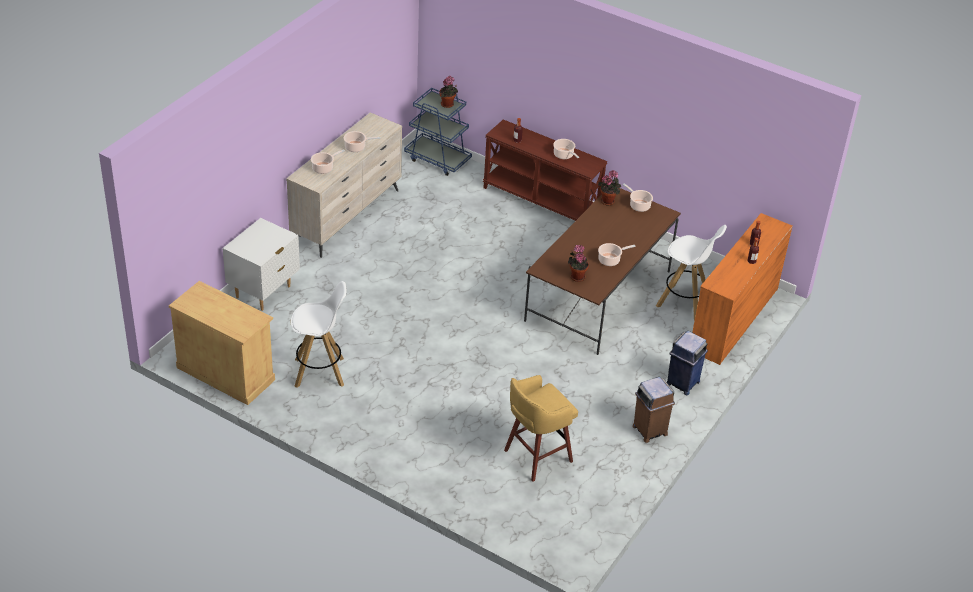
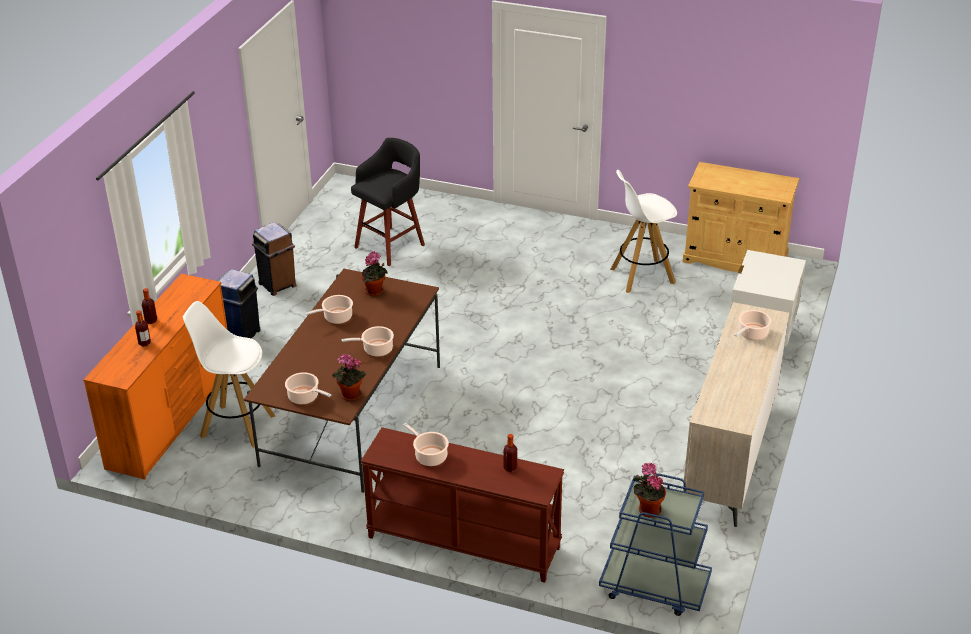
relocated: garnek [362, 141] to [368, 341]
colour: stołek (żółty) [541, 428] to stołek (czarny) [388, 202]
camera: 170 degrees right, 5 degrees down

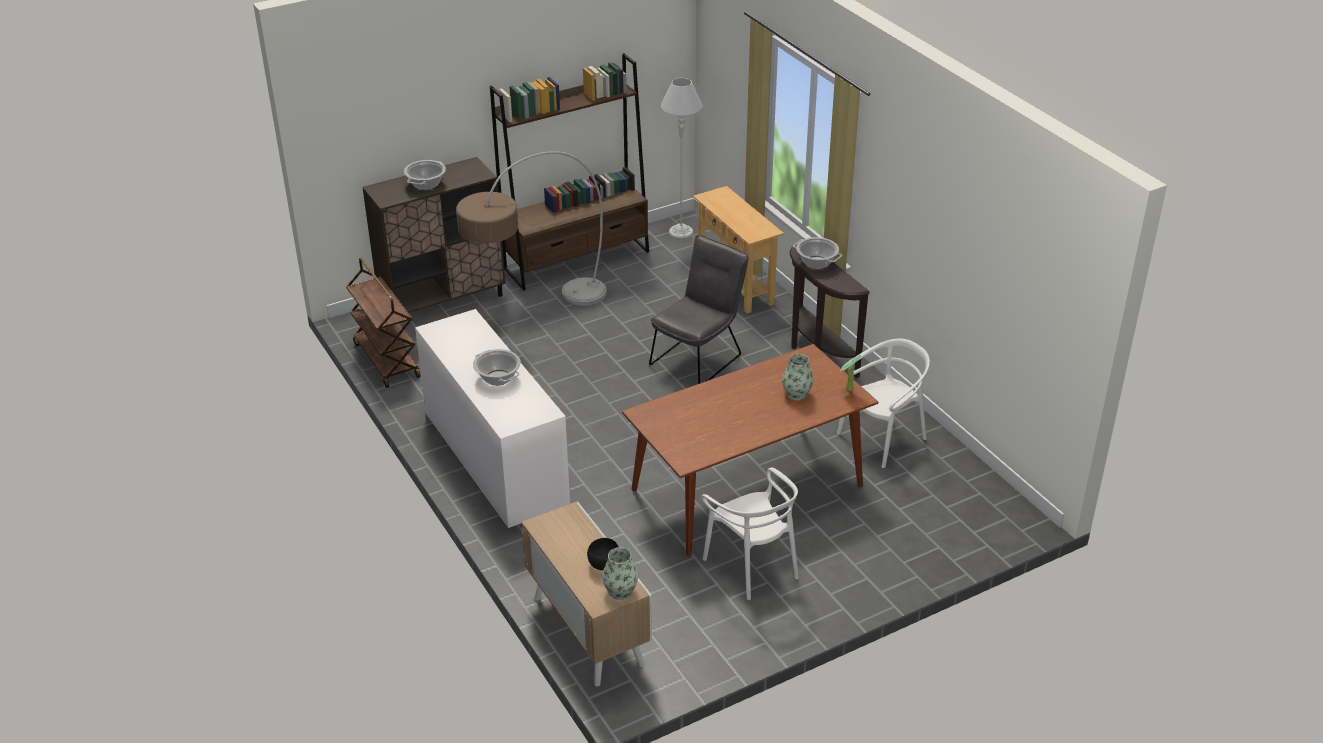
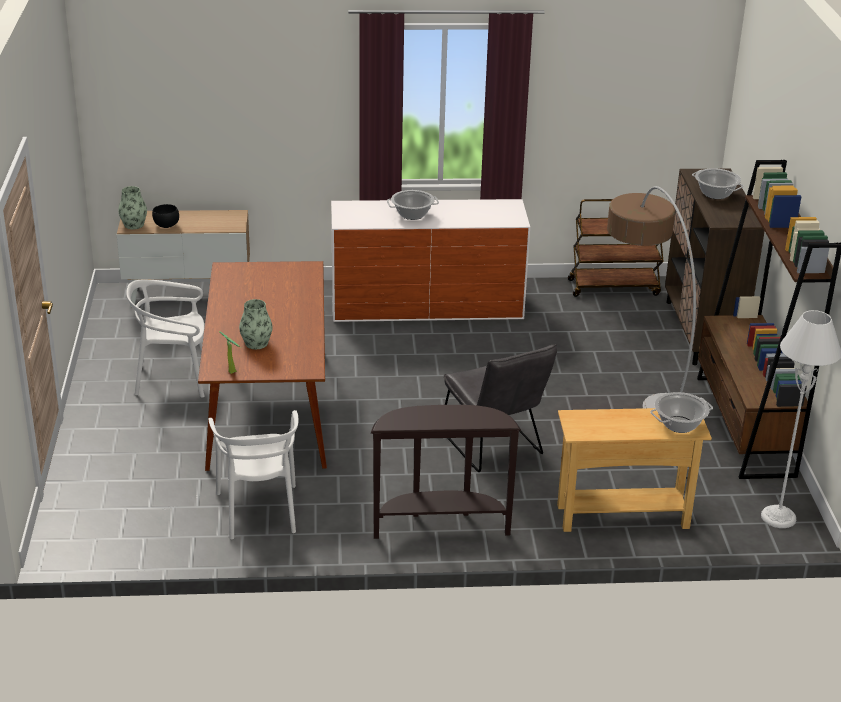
relocated: garnek [817, 253] to [681, 412]
camera: 115 degrees right, 5 degrees down

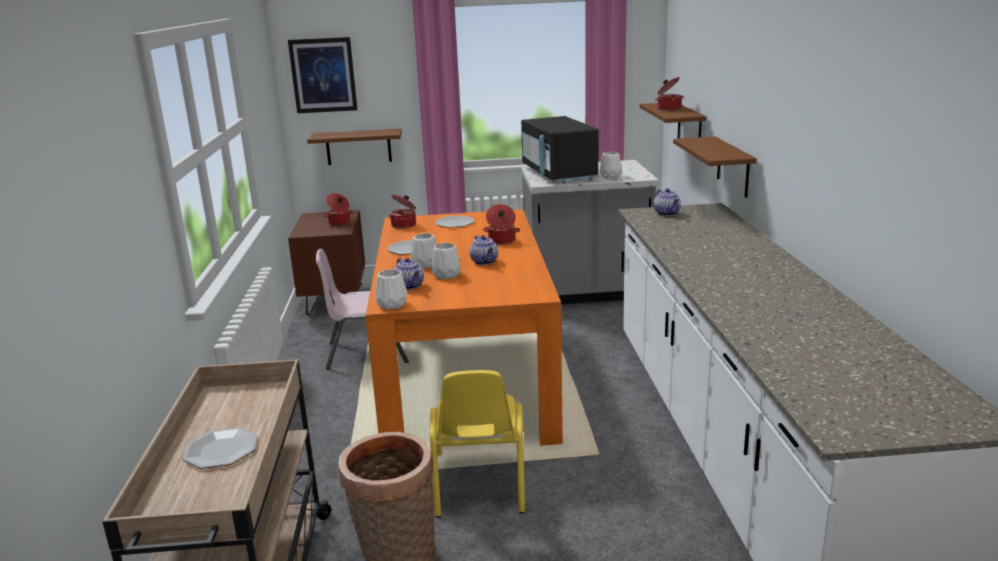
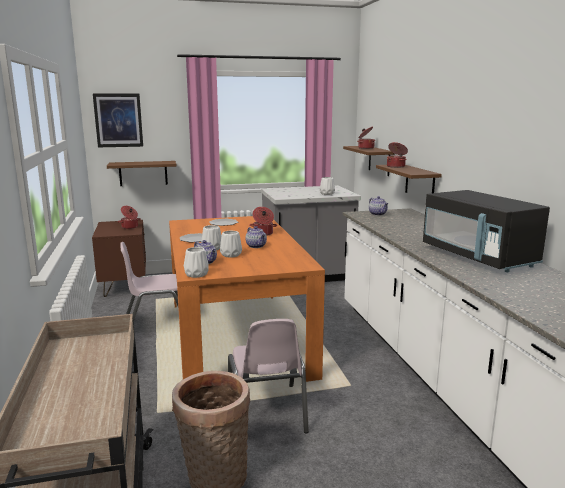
missing: talerz [220, 448]
relocated: garnek [402, 211] to [397, 155]; mikrofalówka (czarny) [560, 150] to [486, 231]
colour: krzesło (żółty) [477, 444] to krzesło (różowy) [268, 376]
camera: 10 degrees left, 5 degrees down

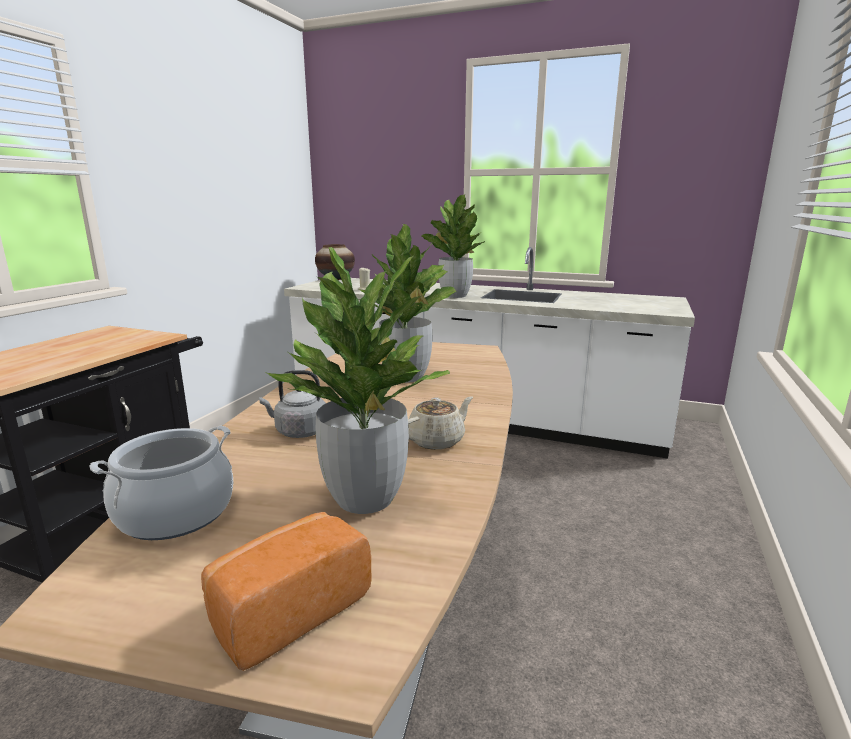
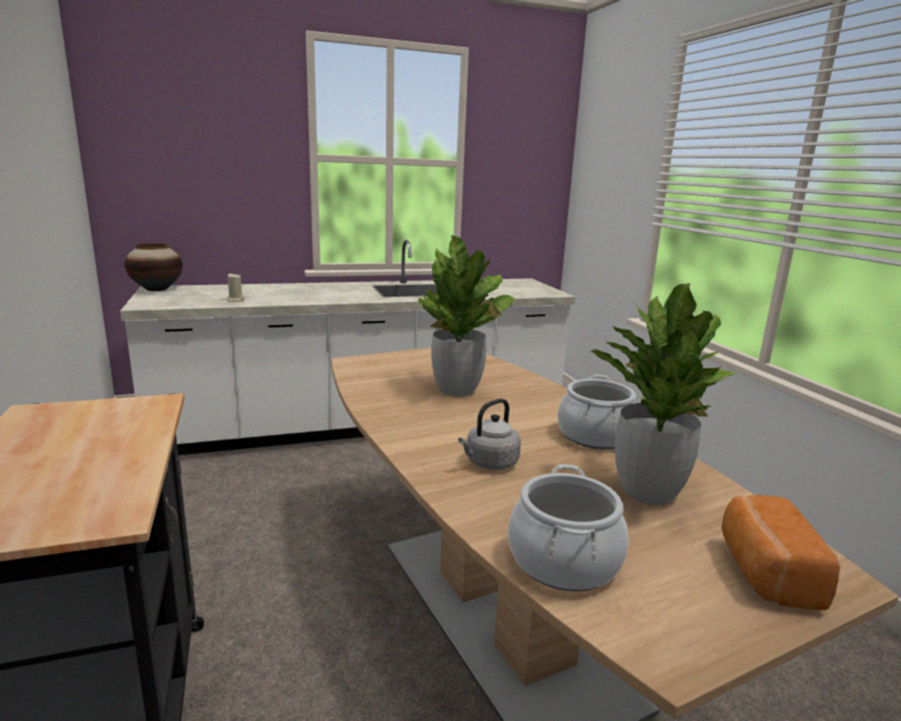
missing: roślina doniczkowa [453, 246]
exchanged: imbryk (beżowy) [440, 423] to garnek [597, 412]
camera: 40 degrees left, 0 degrees up

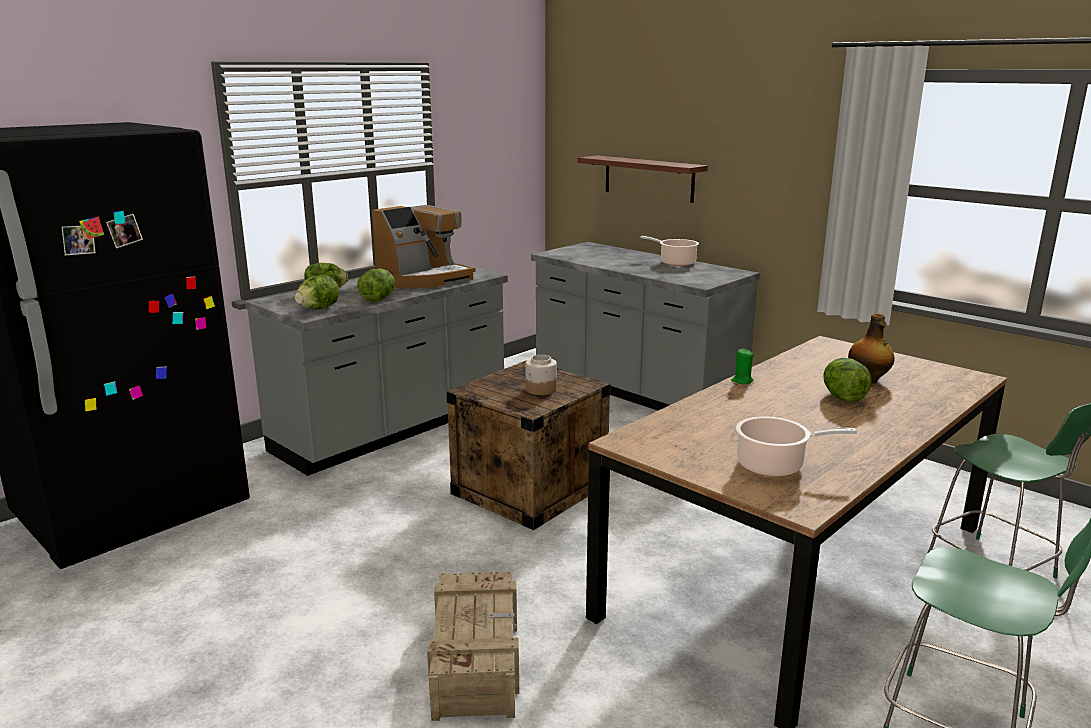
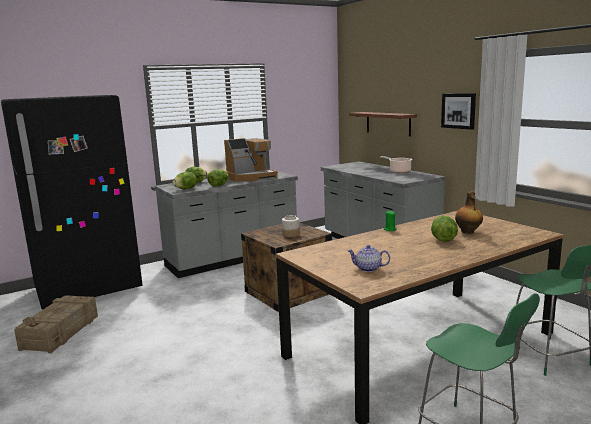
appeared: obraz [458, 111]
relocated: skrzynka [473, 646] to [56, 324]
exchanged: garnek [796, 446] to imbryk [368, 258]
camera: 15 degrees right, 5 degrees down

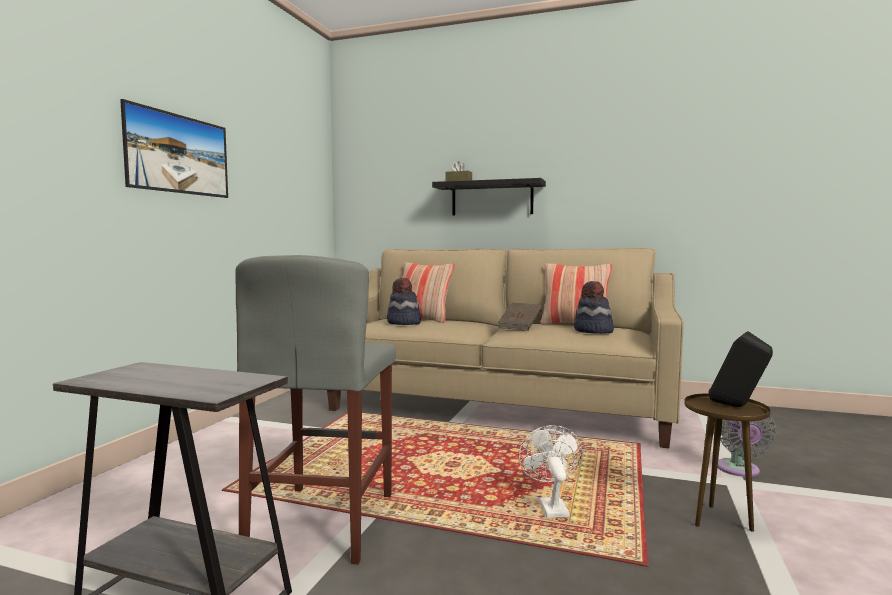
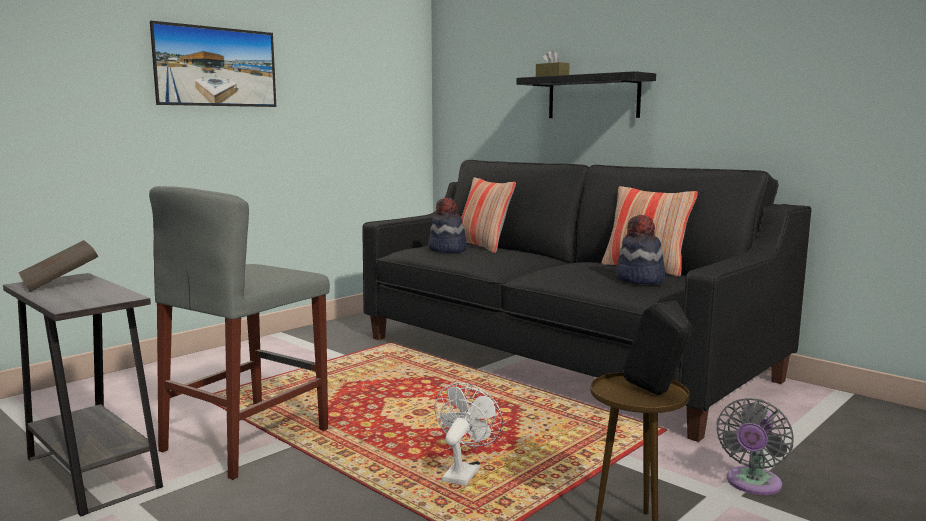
relocated: książka (brązowy) [520, 316] to [59, 266]
colour: kanapa (beżowy) [505, 348] to kanapa (czarny) [586, 301]
camera: 25 degrees right, 5 degrees up

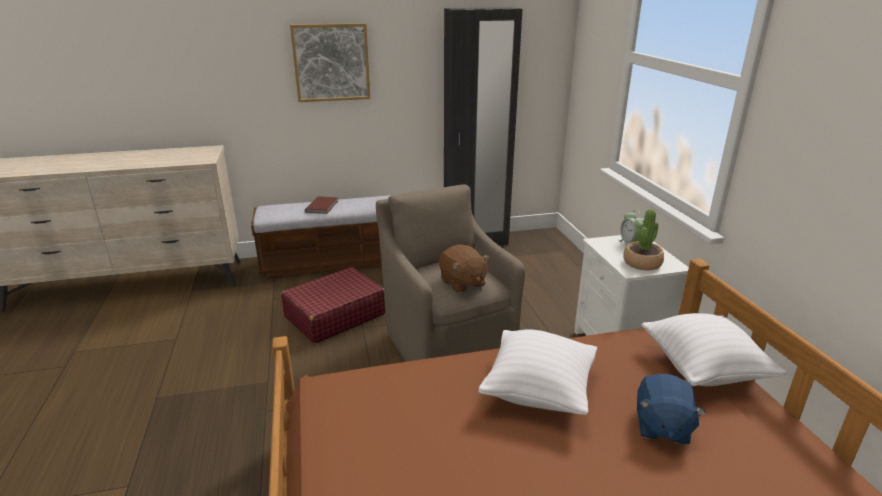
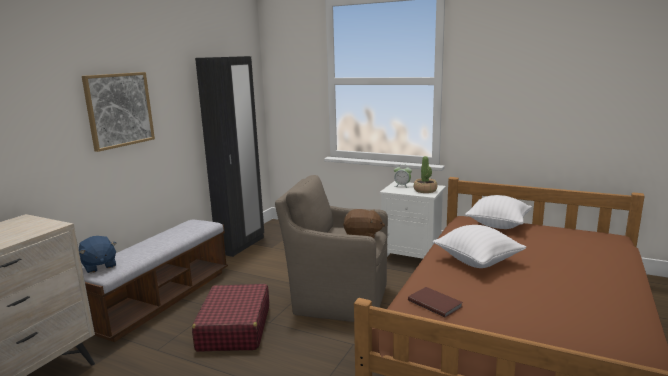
relocated: książka (brązowy) [321, 205] to [435, 302]; pluszak (niebieski) [671, 409] to [97, 254]
camera: 50 degrees left, 10 degrees down

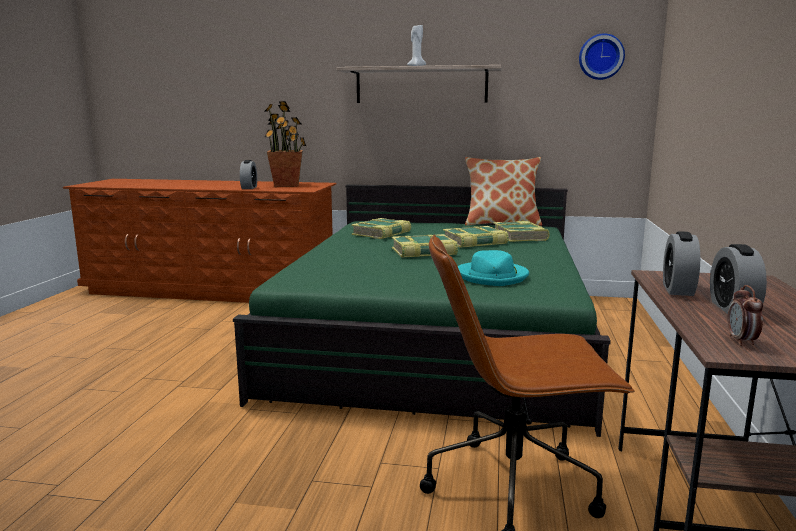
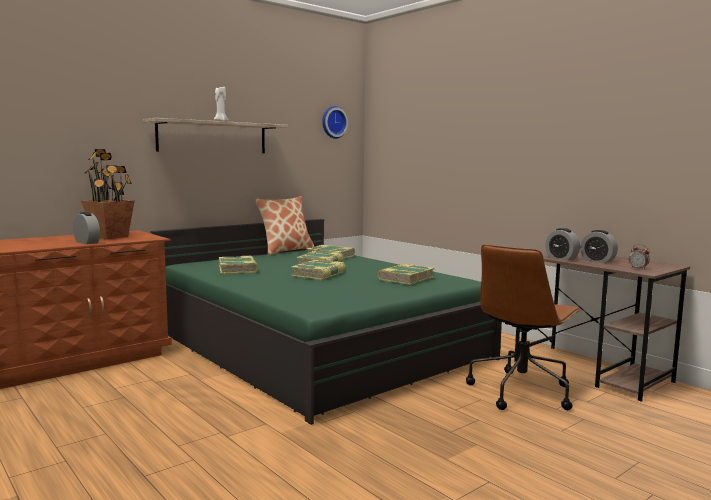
exchanged: kapelusz (turkusowy) [493, 268] to książka [406, 274]
camera: 50 degrees left, 5 degrees down

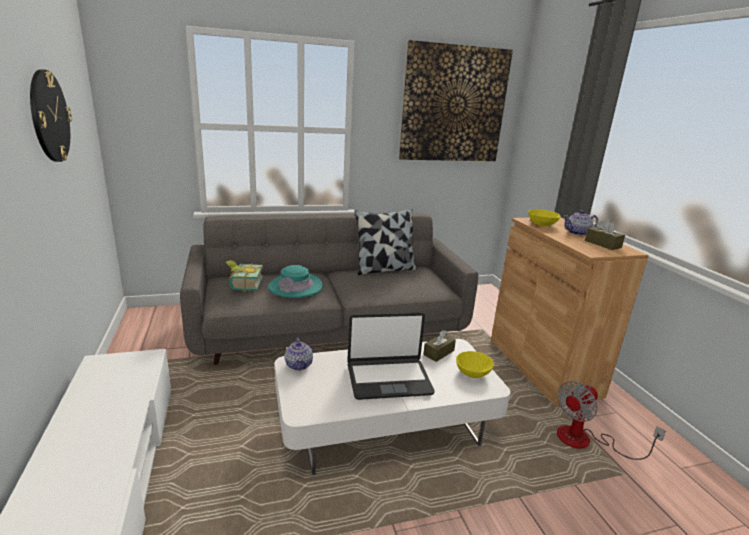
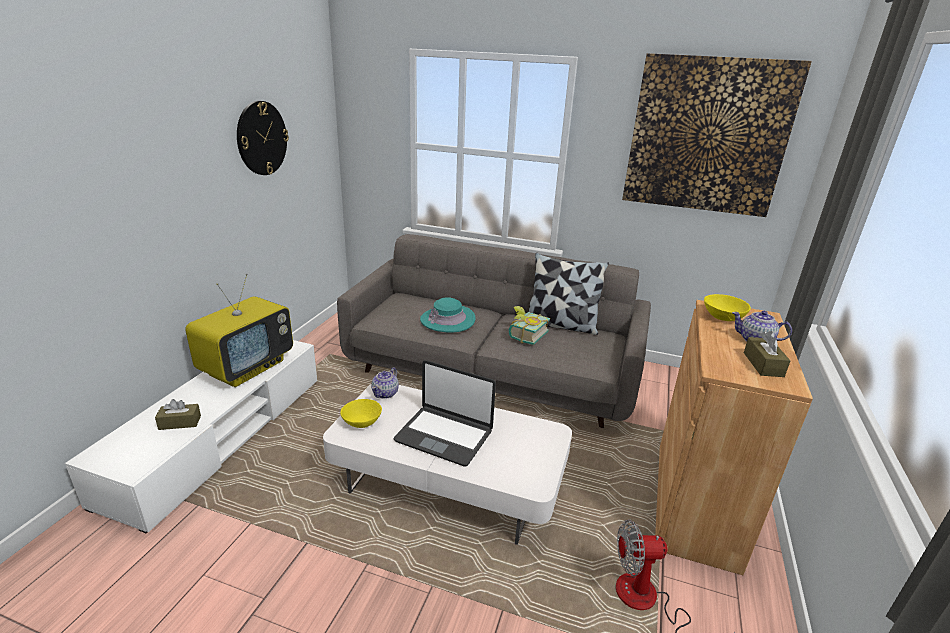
appeared: telewizor [239, 330]
relocated: książka [244, 276] to [529, 325]; pudełko chusteczek (brązowy) [439, 346] to [178, 414]; miska (żółty) [475, 364] to [361, 413]
camera: 35 degrees right, 5 degrees up

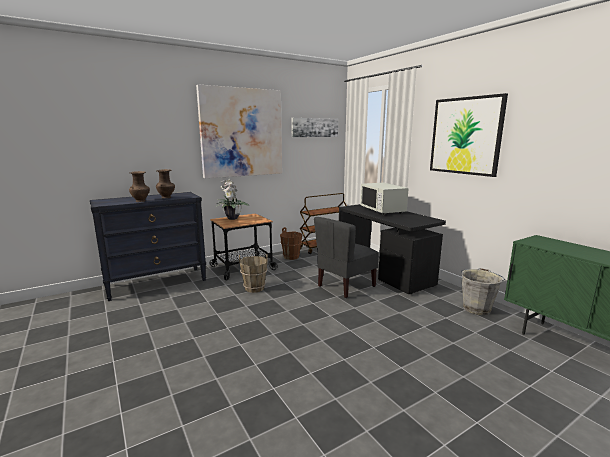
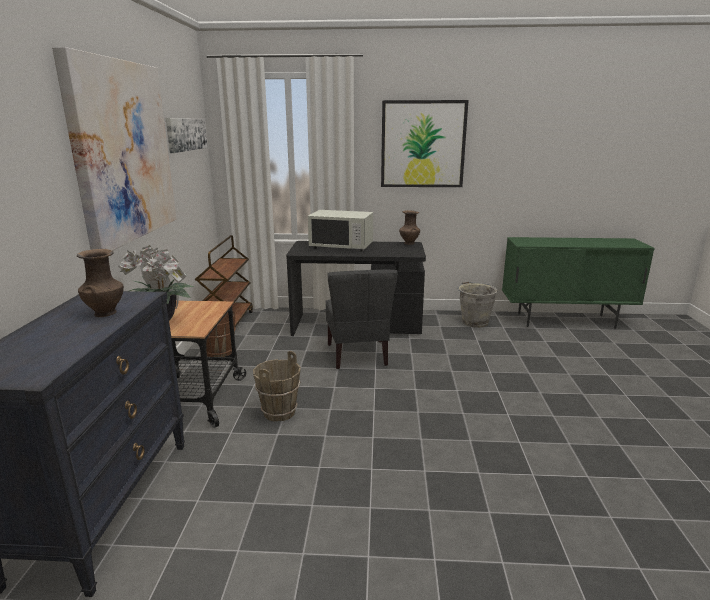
relocated: wazon (brązowy) [139, 186] to [409, 227]
camera: 55 degrees left, 5 degrees up

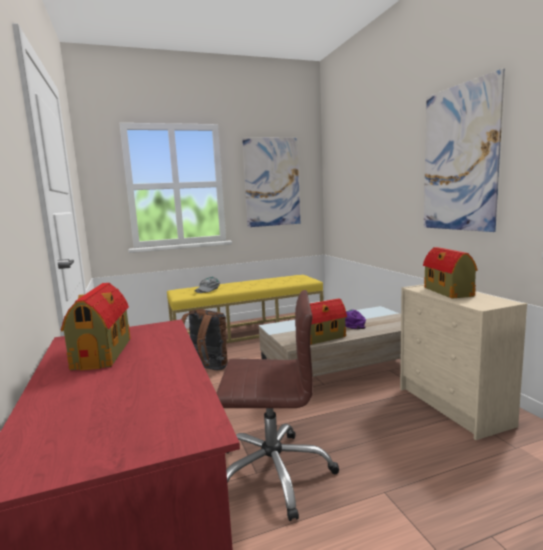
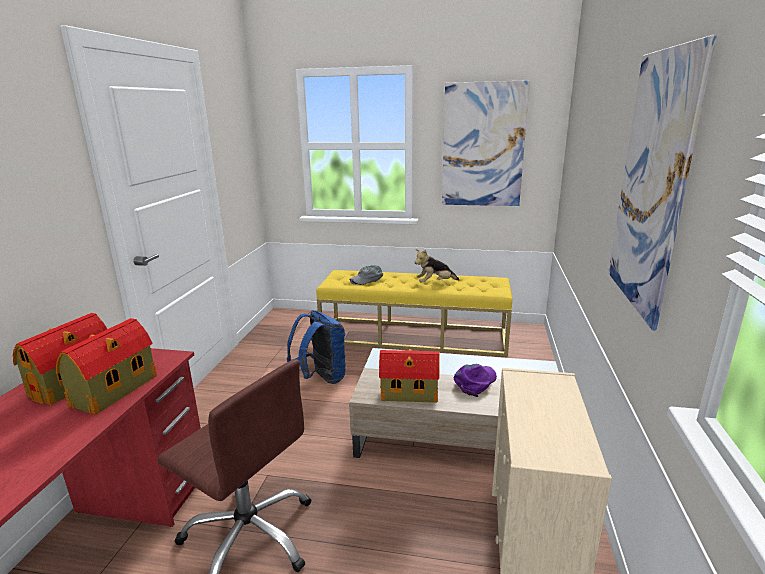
appeared: pluszak [437, 265]
relocated: domek [450, 273] to [106, 366]
colour: plecak (brązowy) [204, 339] to plecak (niebieski) [316, 347]
camera: 30 degrees right, 10 degrees up

